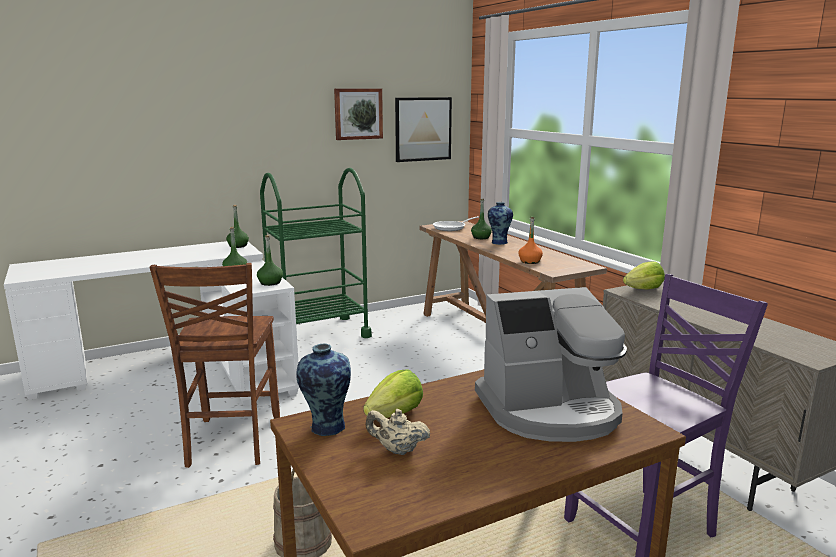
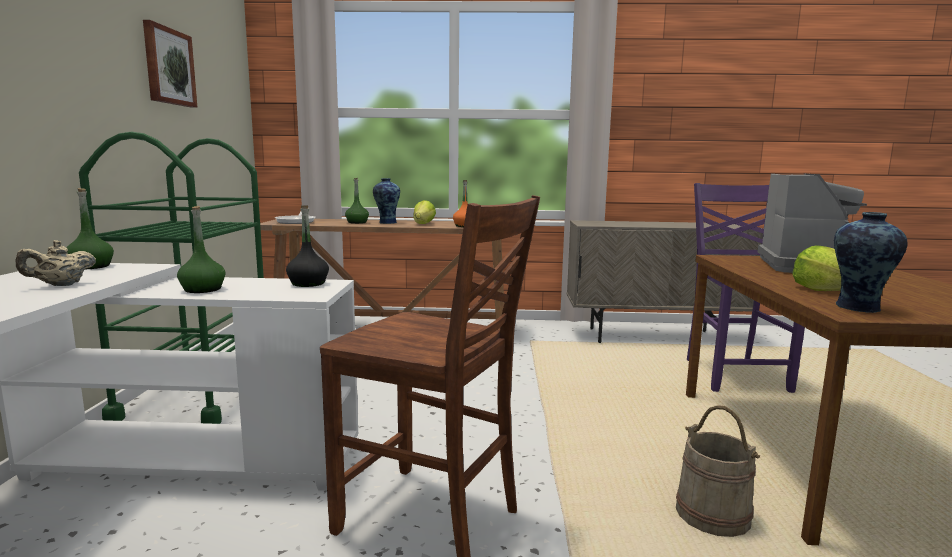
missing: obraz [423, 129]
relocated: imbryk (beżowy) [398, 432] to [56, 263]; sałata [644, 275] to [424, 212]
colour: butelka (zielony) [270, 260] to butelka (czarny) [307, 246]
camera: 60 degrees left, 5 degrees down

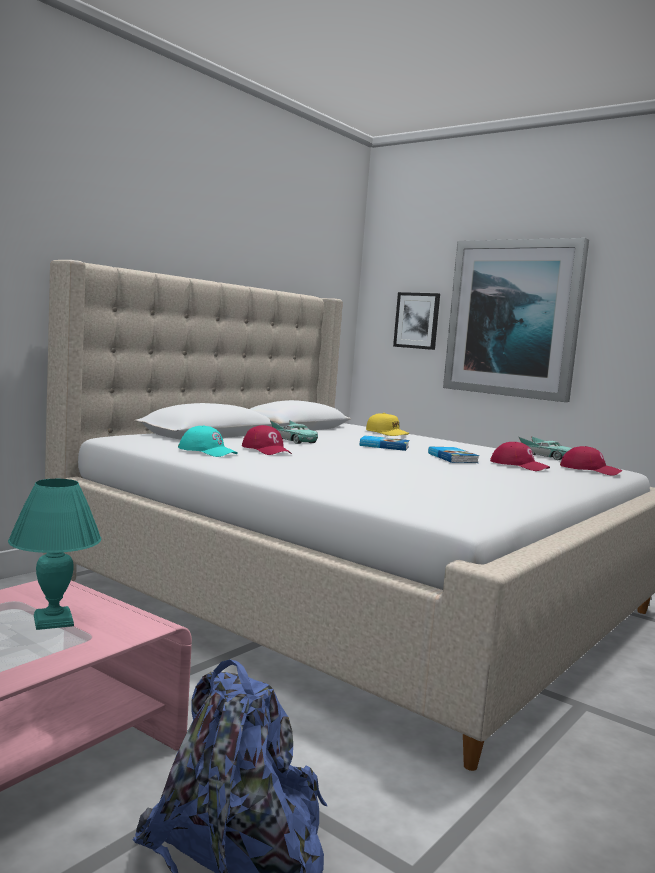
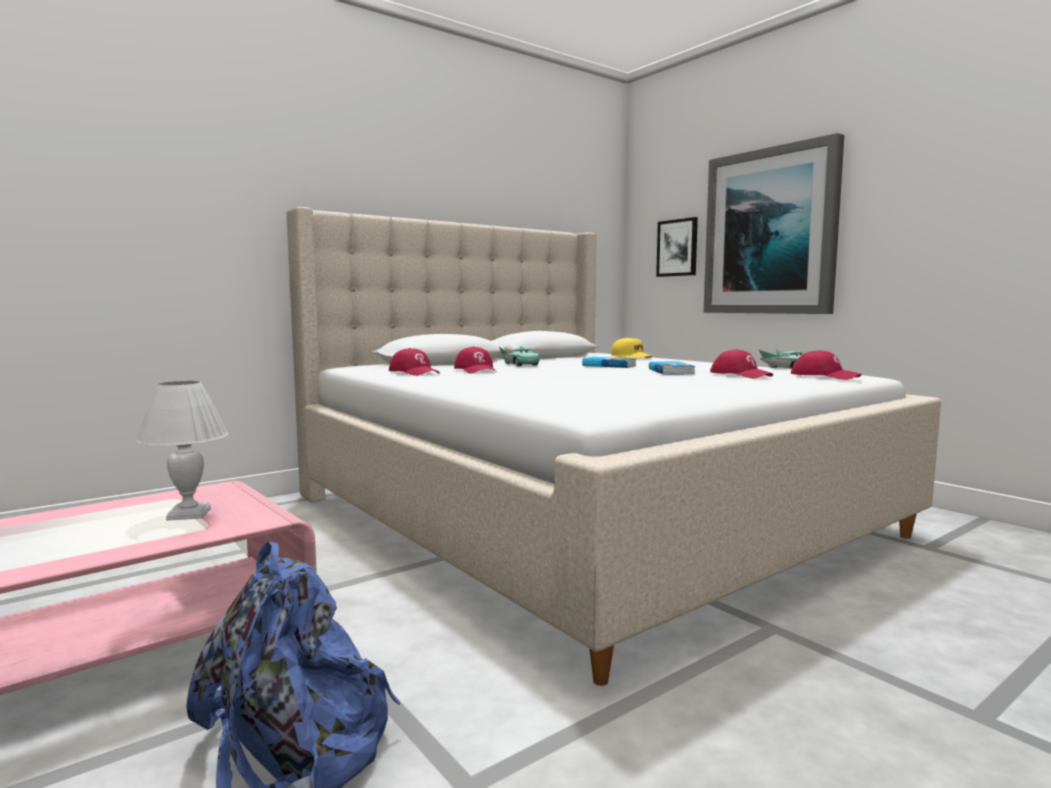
colour: lampa stołowa (turkusowy) [54, 554] to lampa stołowa (biały) [182, 451]; czapka z daszkiem (turkusowy) [208, 441] to czapka z daszkiem (czerwony) [414, 362]
camera: 15 degrees right, 0 degrees up

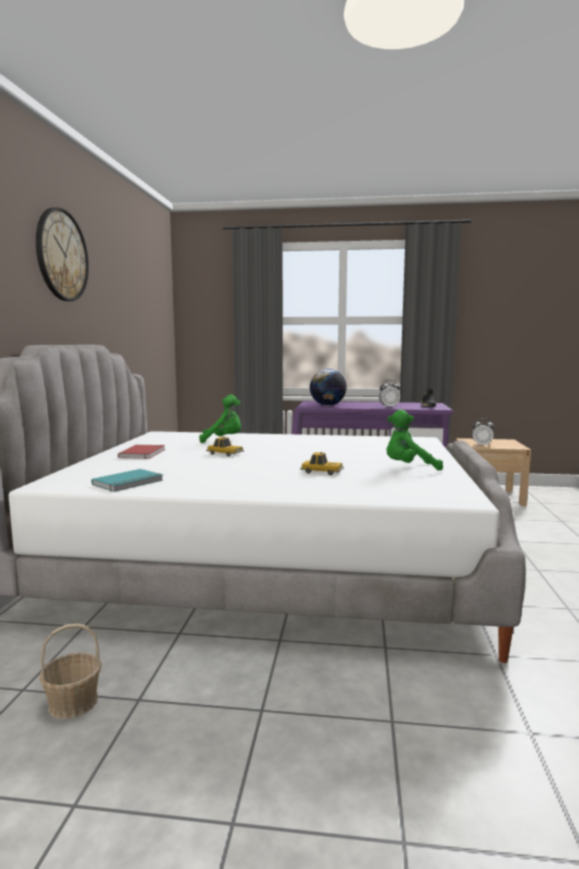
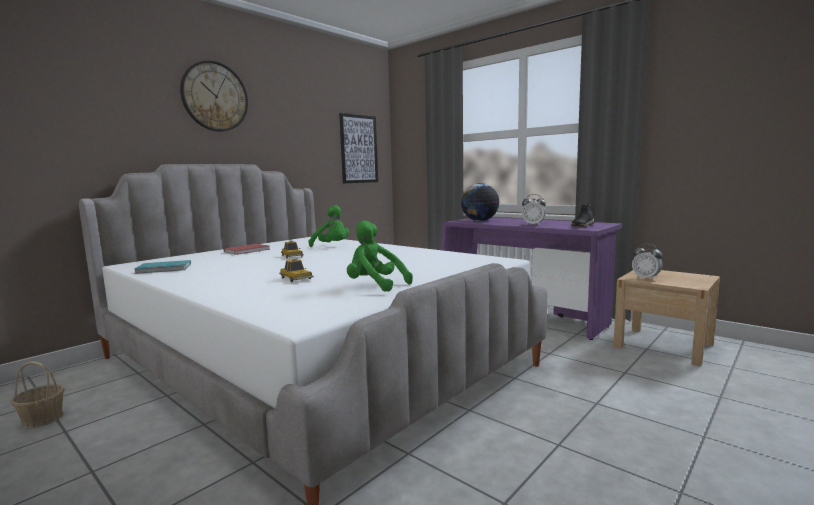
appeared: obraz [358, 148]
camera: 35 degrees right, 0 degrees up

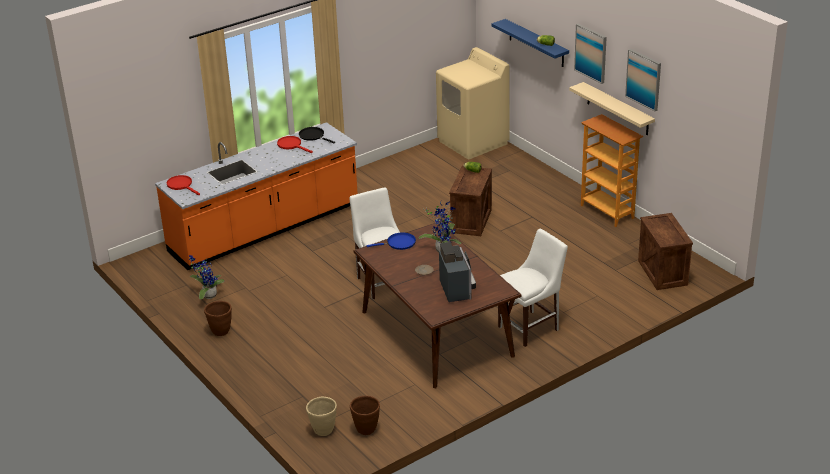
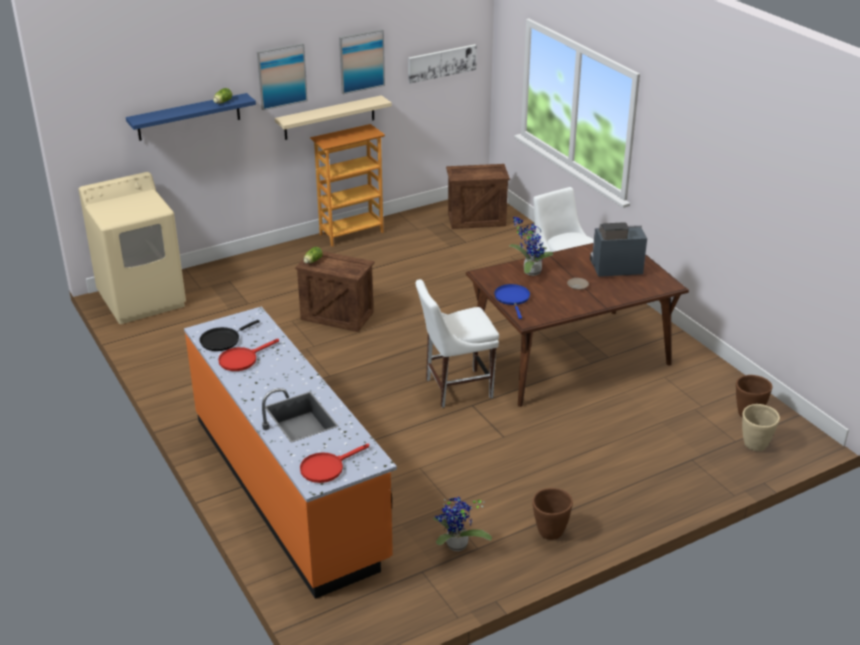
appeared: obraz [442, 64]
camera: 85 degrees left, 0 degrees up

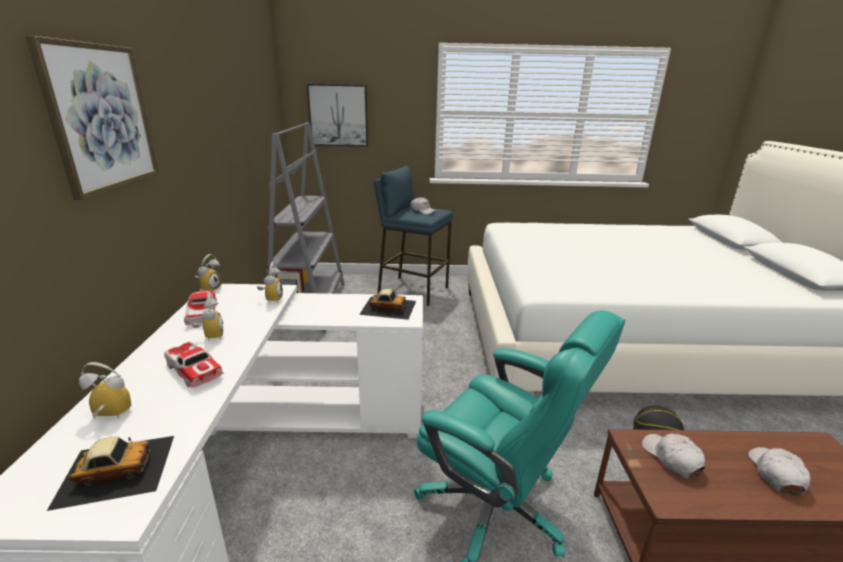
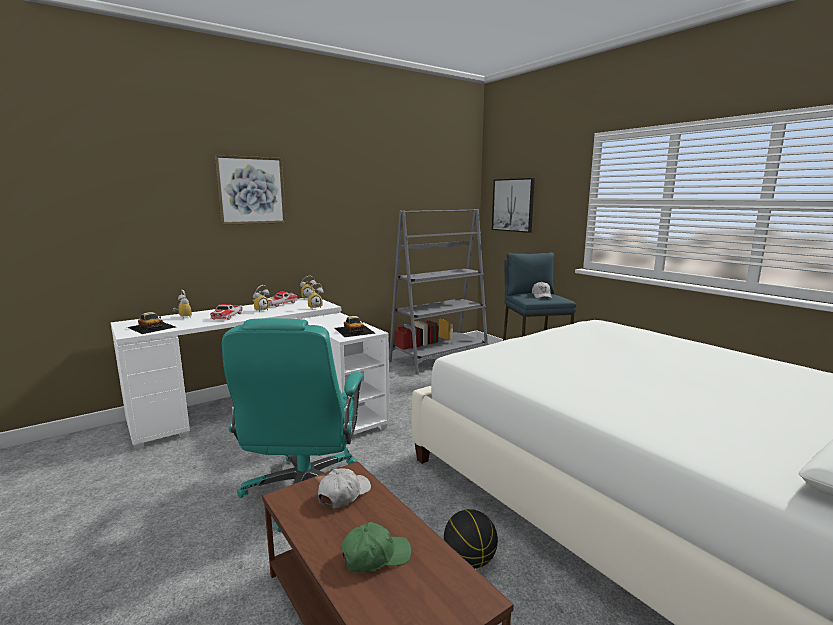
colour: czapka z daszkiem (biały) [779, 471] to czapka z daszkiem (zielony) [376, 547]
camera: 55 degrees right, 10 degrees down

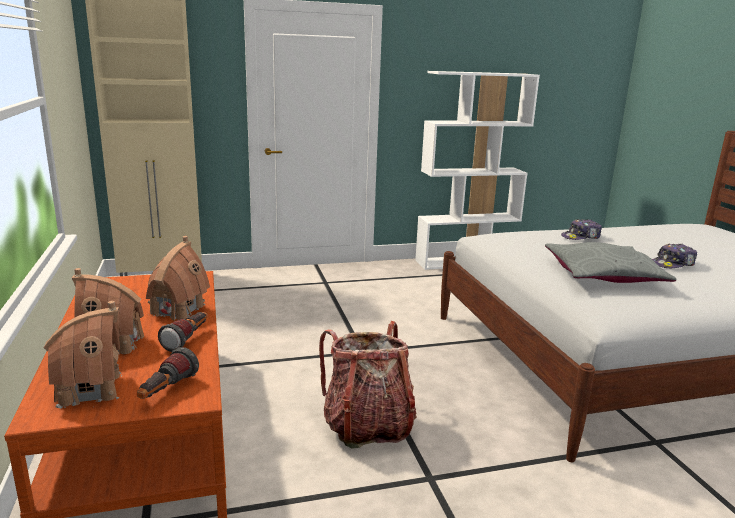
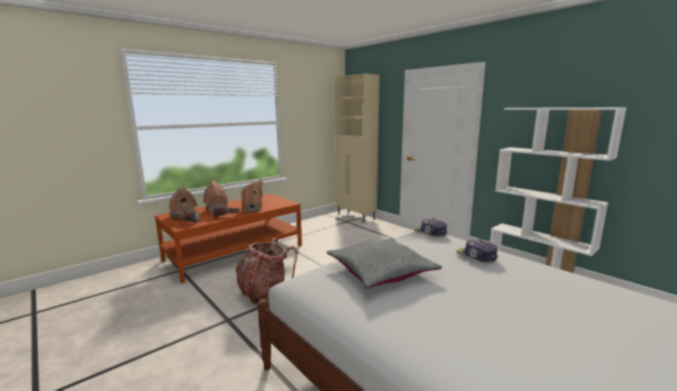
relocated: czapka z daszkiem [674, 256] to [431, 227]
camera: 65 degrees right, 5 degrees down

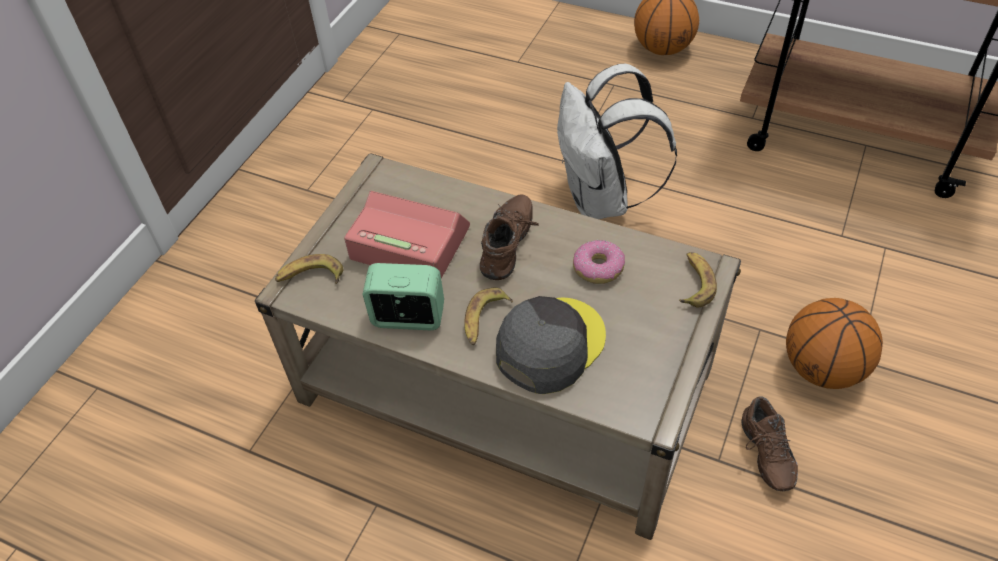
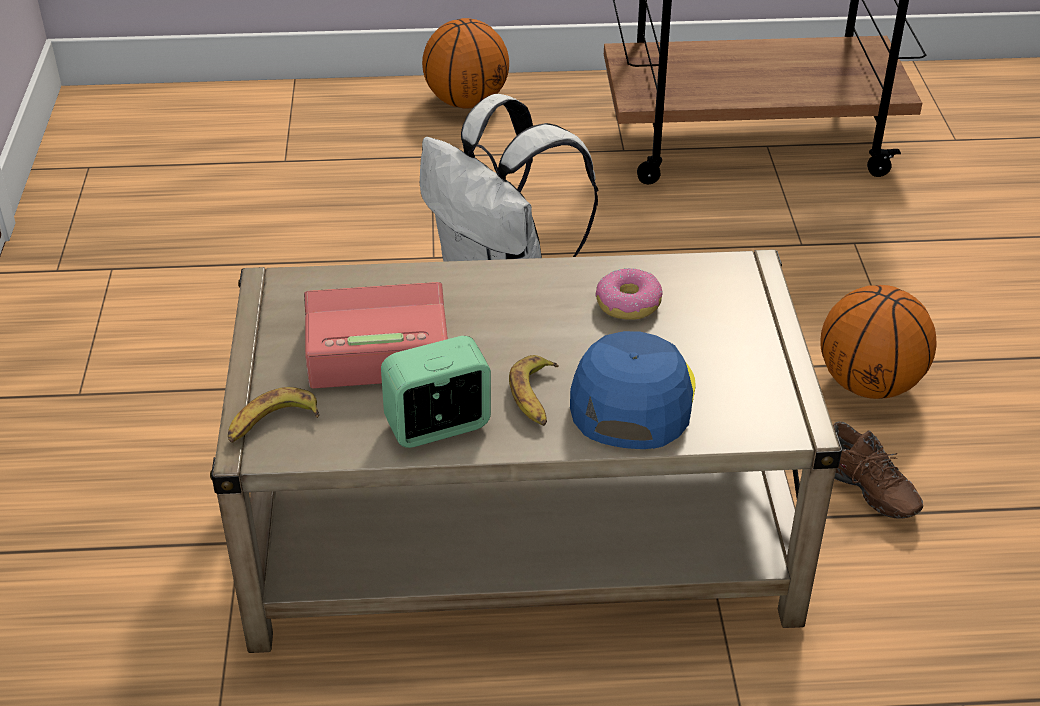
missing: but (brązowy) [509, 237]; banan [698, 280]
colour: czapka z daszkiem (szary) [551, 345] to czapka z daszkiem (niebieski) [633, 390]
camera: 30 degrees left, 10 degrees down

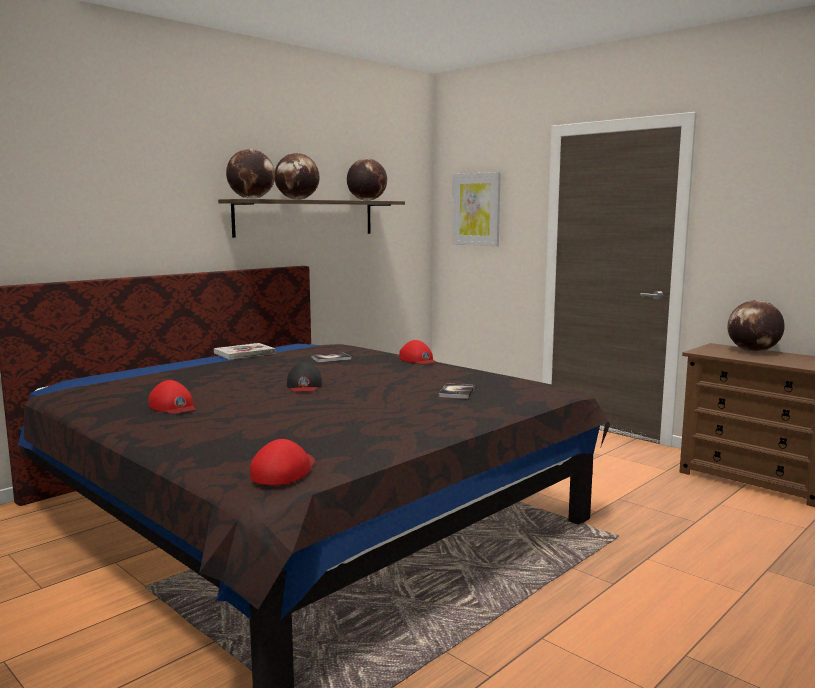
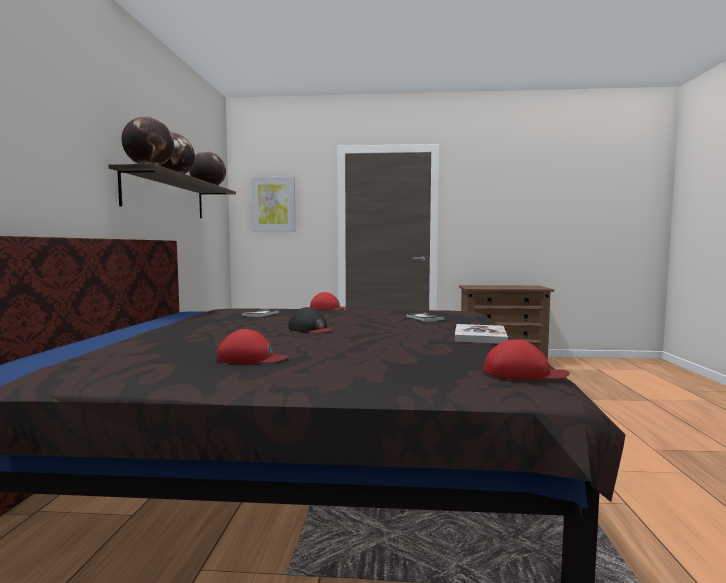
missing: globus [756, 326]
relocated: książka [245, 351] to [481, 334]
spun: czapka z daszkiem (czerwony) [282, 462] = [527, 359] 120 degrees clockwise
camera: 40 degrees left, 5 degrees down

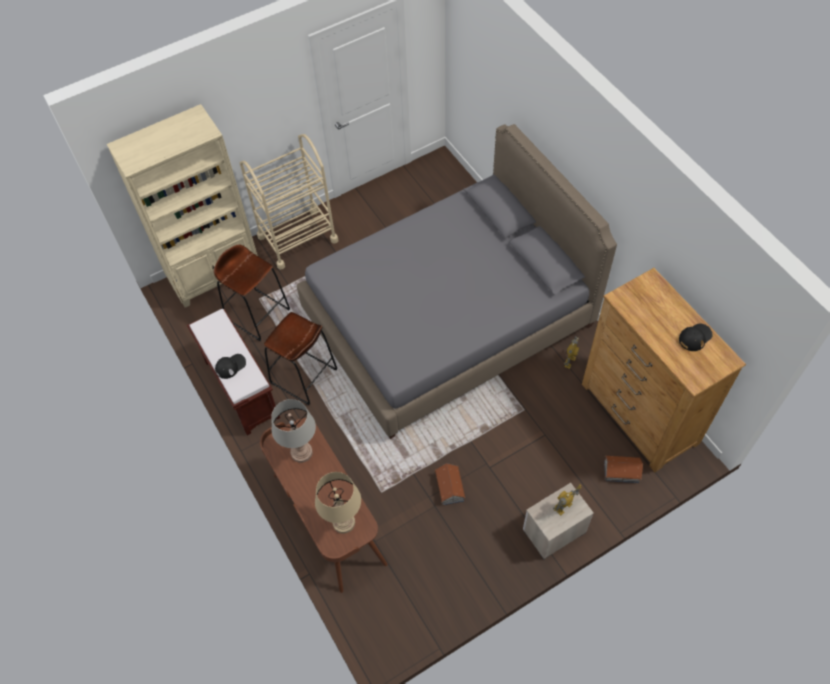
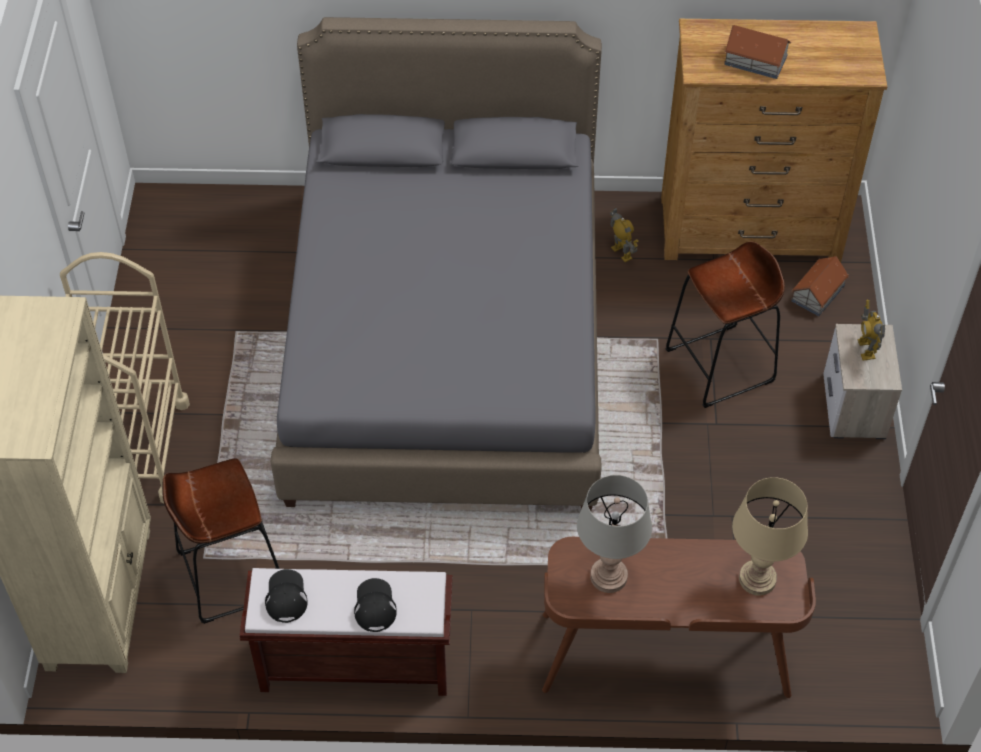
relocated: stołek (brązowy) [300, 358] to [725, 325]; domek [450, 484] to [757, 52]; czapka z daszkiem (czarny) [696, 337] to [286, 596]
camera: 60 degrees left, 5 degrees down

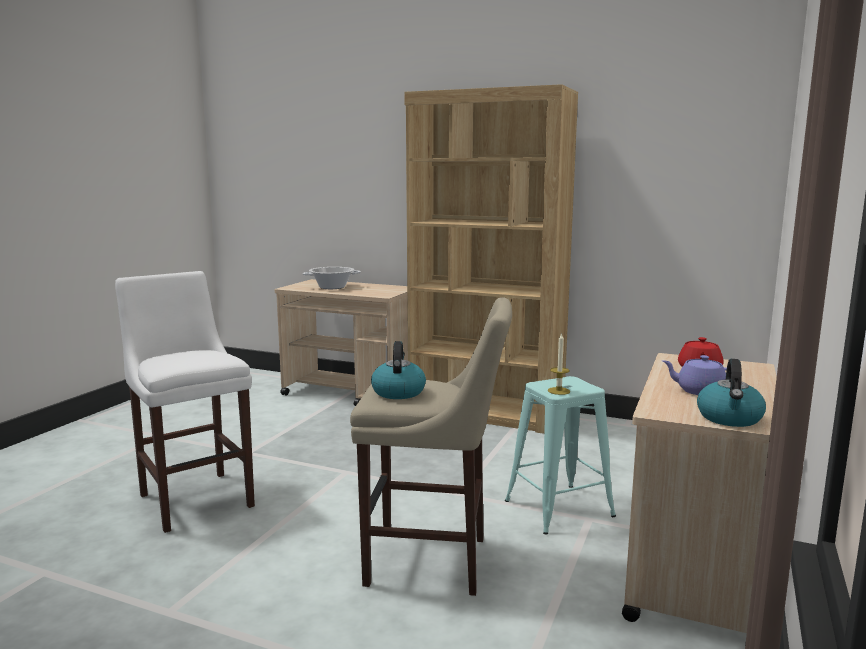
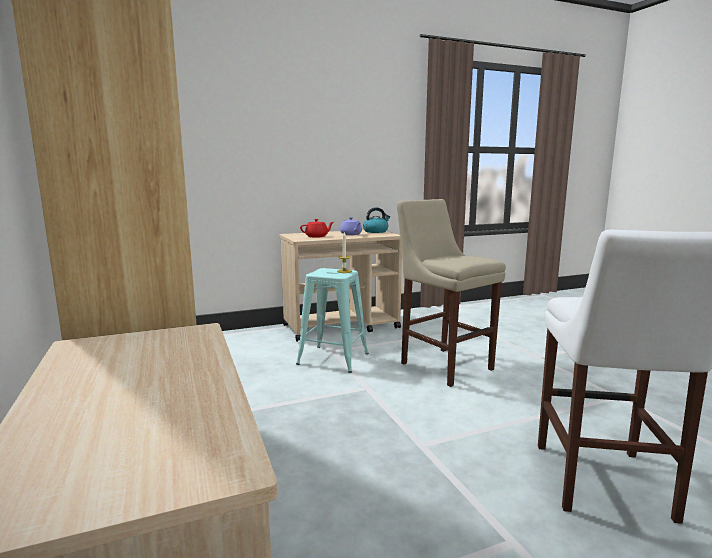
missing: garnek [331, 278]; czajnik [398, 370]
camera: 135 degrees left, 0 degrees up

